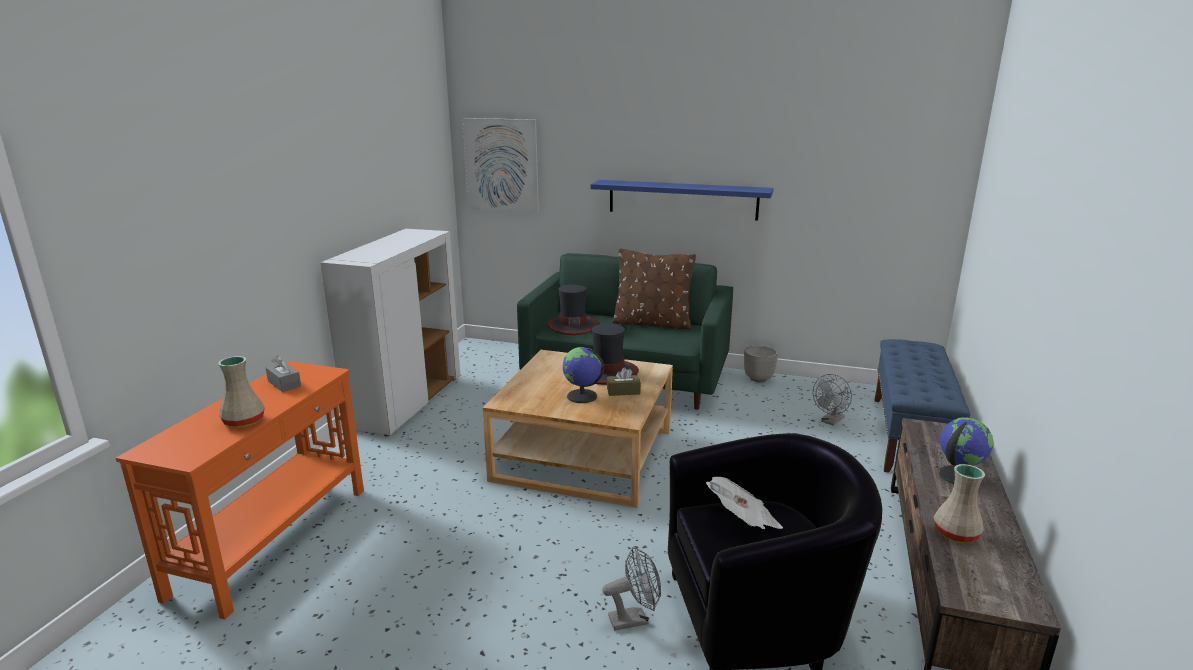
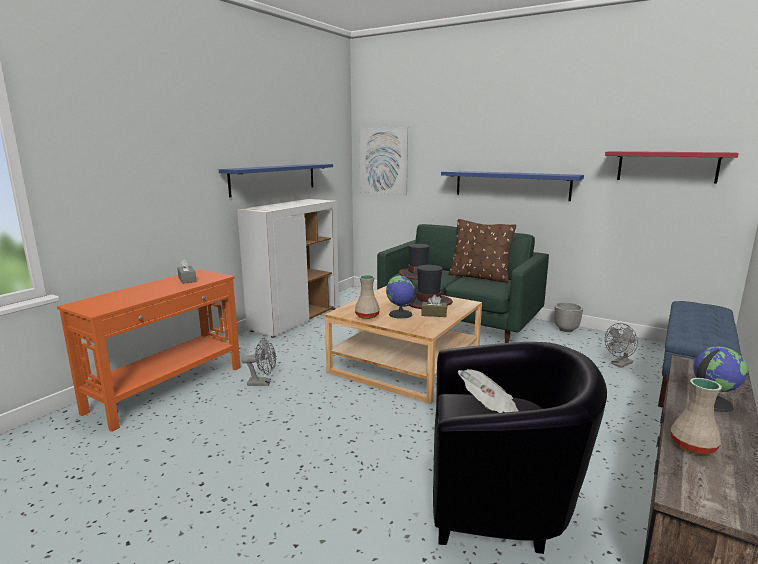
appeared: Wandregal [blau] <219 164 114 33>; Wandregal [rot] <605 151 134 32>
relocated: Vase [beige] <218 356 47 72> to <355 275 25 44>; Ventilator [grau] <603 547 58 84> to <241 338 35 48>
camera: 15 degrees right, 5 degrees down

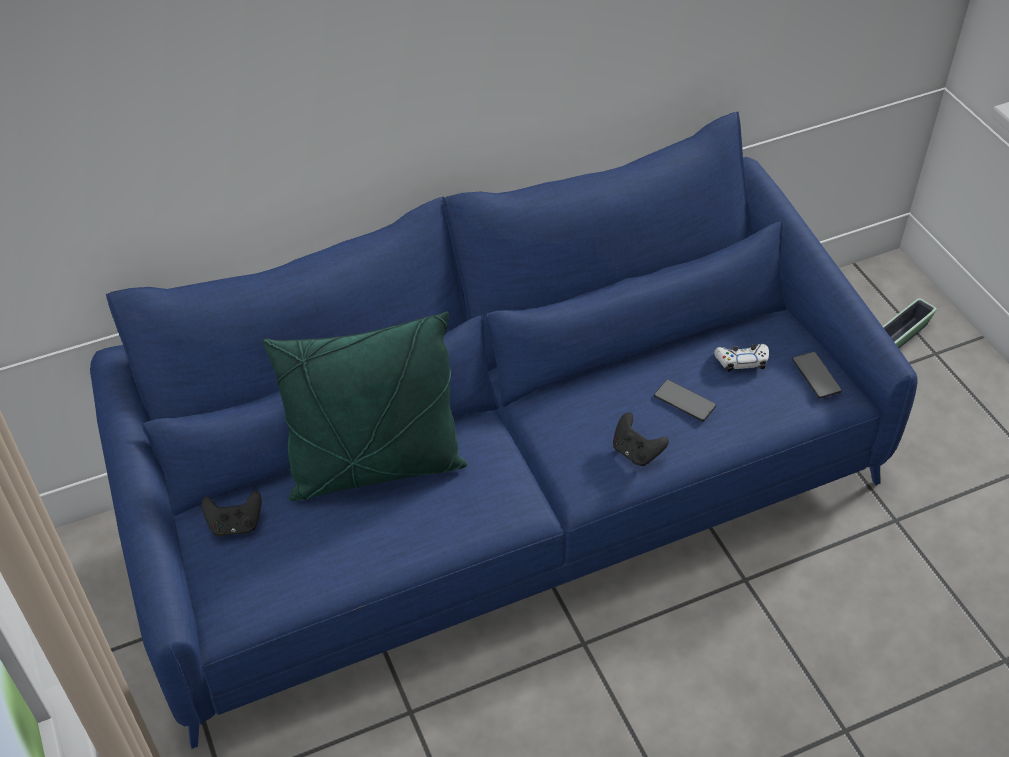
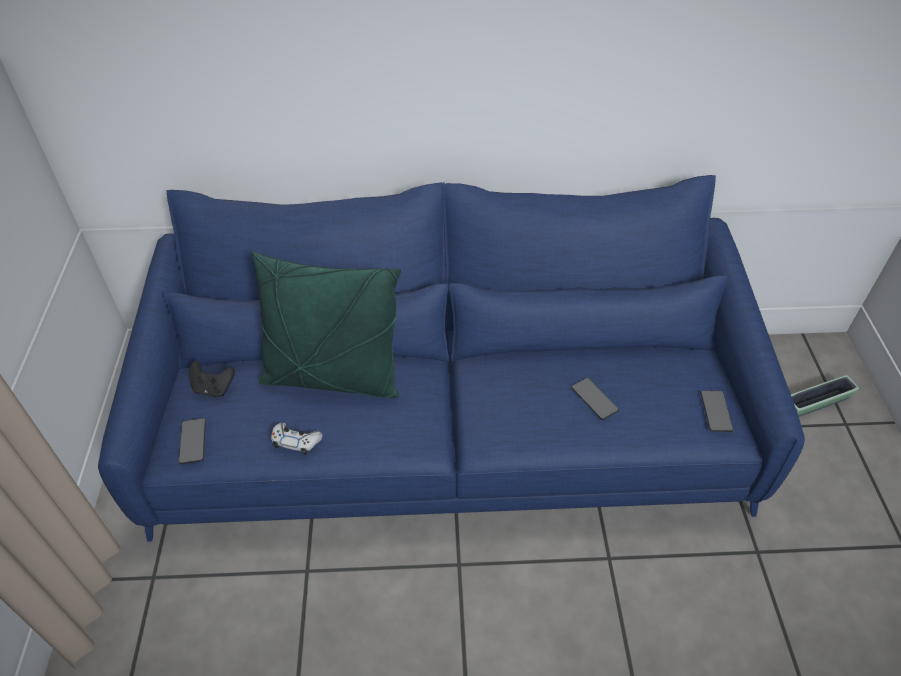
missing: Gamepad [schwarz] <613 412 56 54>
appeared: Handy <179 418 27 46>
relocated: Gamepad [weiß] <714 344 55 28> to <271 423 52 32>
camera: 20 degrees right, 0 degrees up

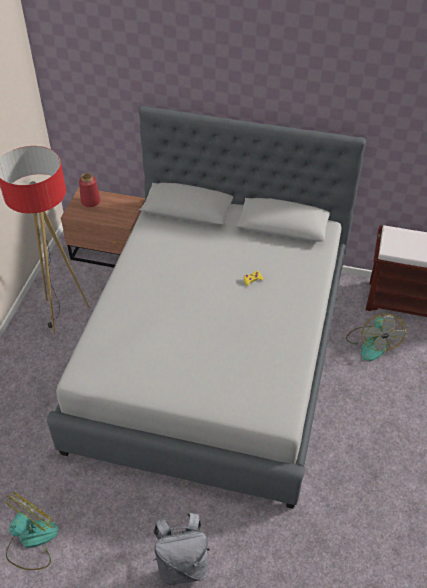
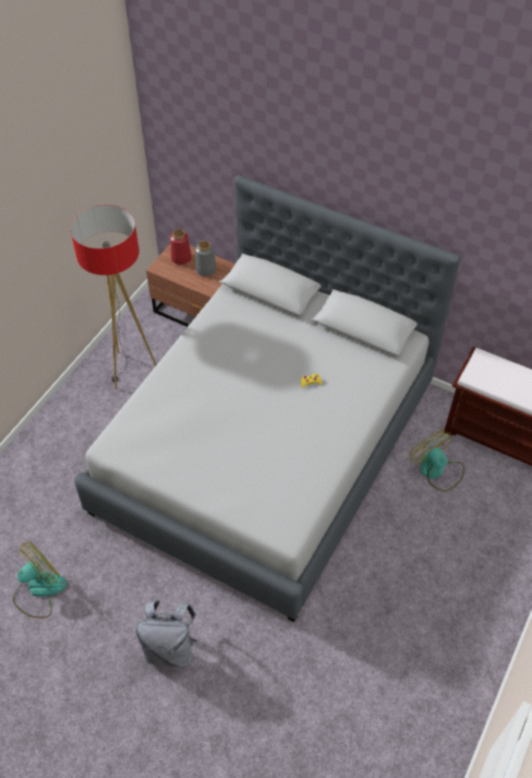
appeared: Vase [grau] <195 241 22 35>
spun: Ventilator <346 314 61 47> = <410 430 54 61> 135 degrees clockwise
camera: 15 degrees right, 5 degrees up

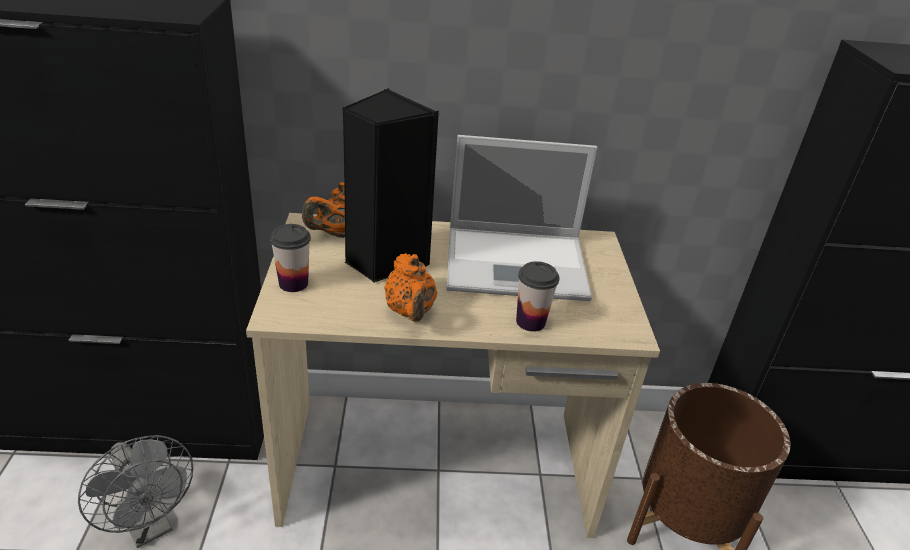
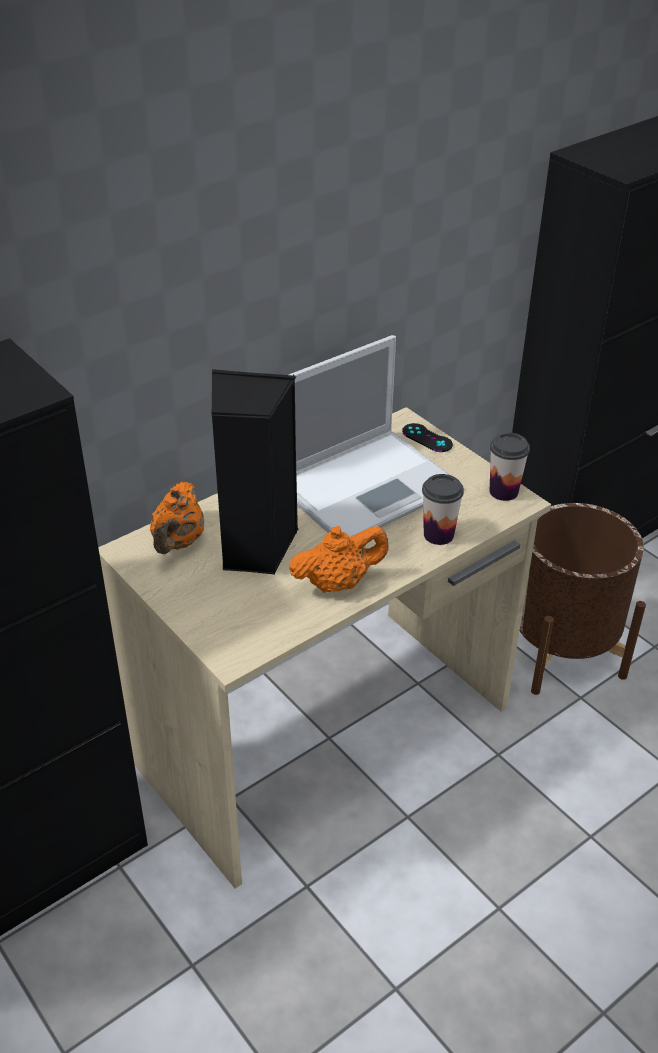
missing: Ventilator [grau] <78 435 115 113>
appeared: Gamepad [schwarz] <402 423 51 29>
relocated: Tasse <270 224 41 68> to <490 433 40 68>
spun: Teekanne [orange] <384 253 53 69> = <289 526 100 67> 60 degrees counterclockwise
camera: 35 degrees left, 5 degrees up

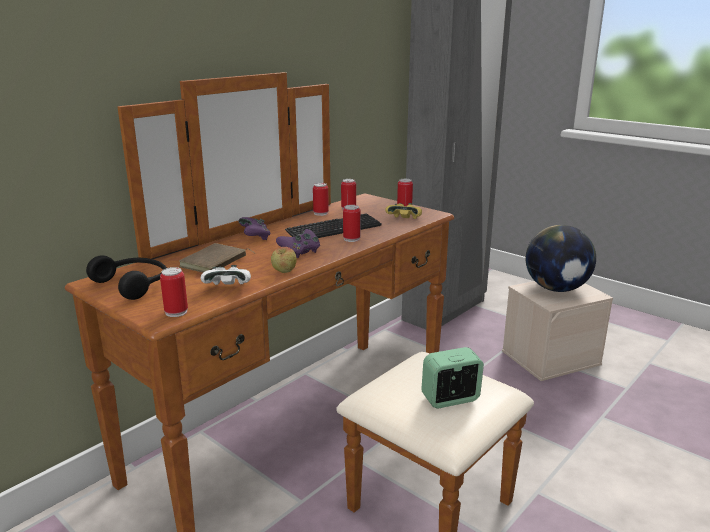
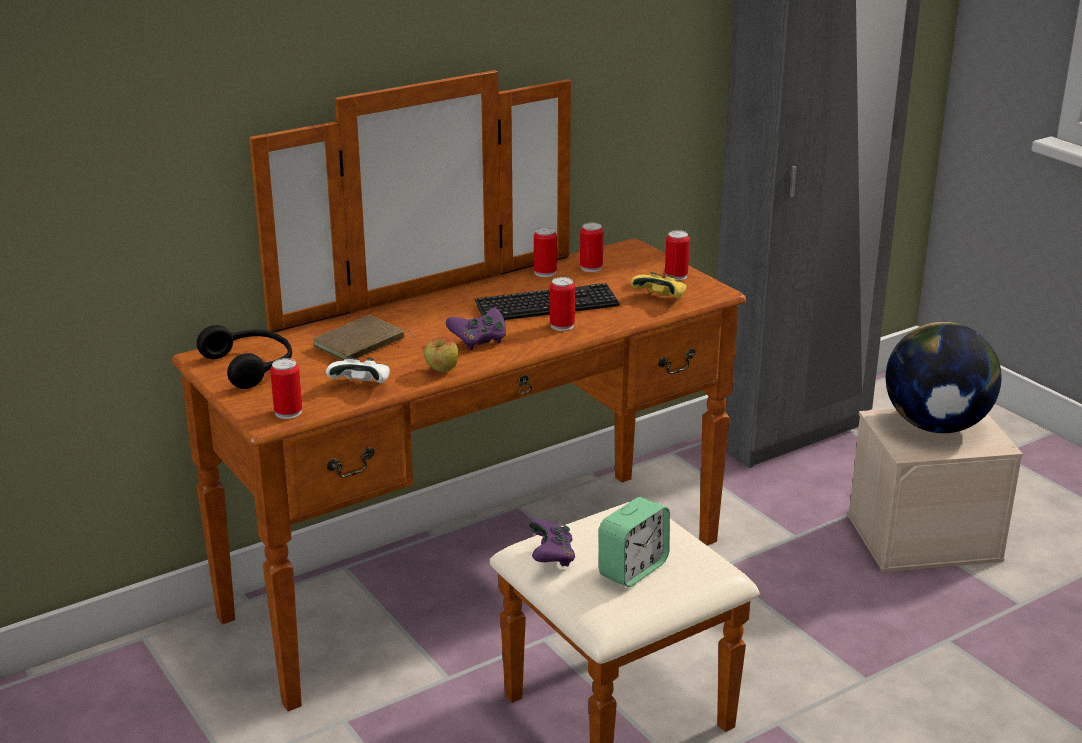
relocated: Gamepad [lila] <238 217 32 23> to <529 519 46 48>
spun: Wecker <421 347 63 61> = <598 497 72 90> 135 degrees clockwise
camera: 15 degrees right, 5 degrees up

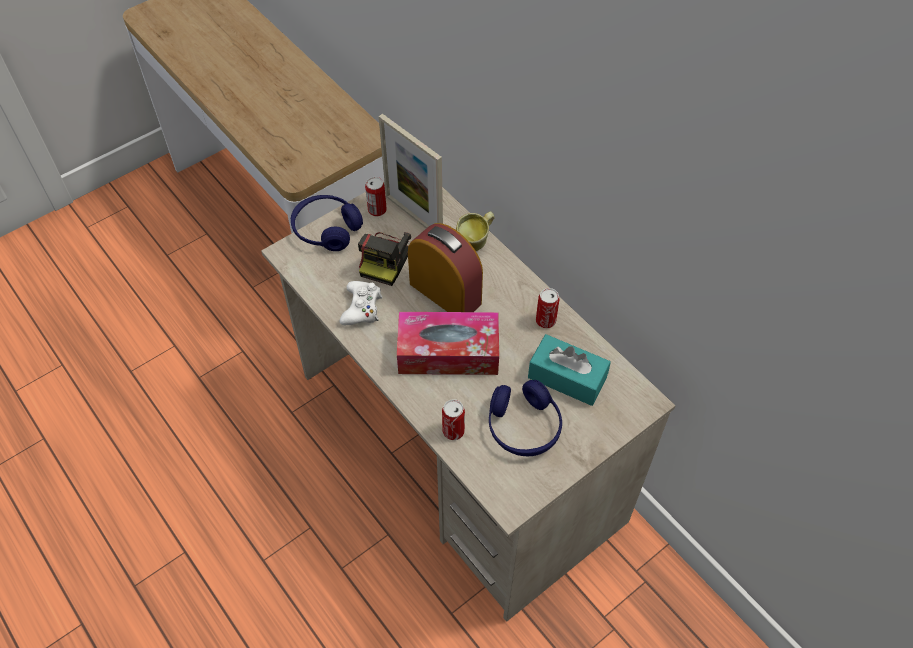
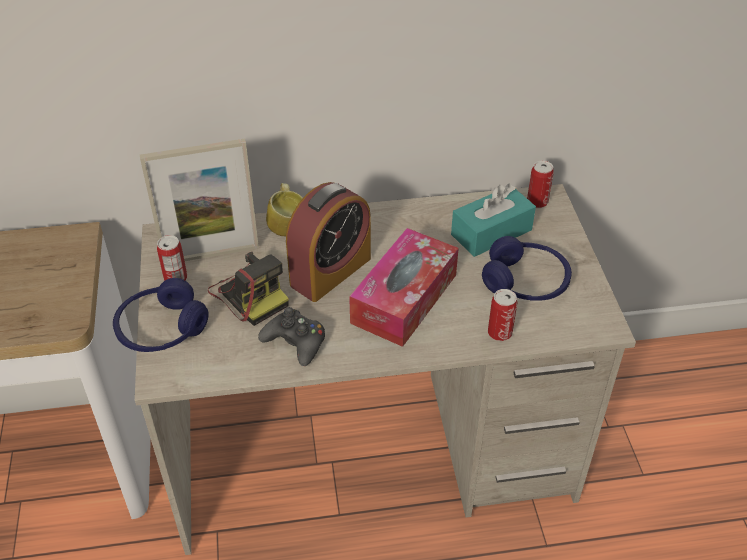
relocated: Dose <536 288 23 40> to <527 160 27 48>
colour: Gamepad [weiß] <340 281 43 44> to Gamepad [schwarz] <258 307 67 59>
spun: Wecker <408 223 75 89> = <286 182 85 120> 150 degrees clockwise
camera: 60 degrees left, 10 degrees down

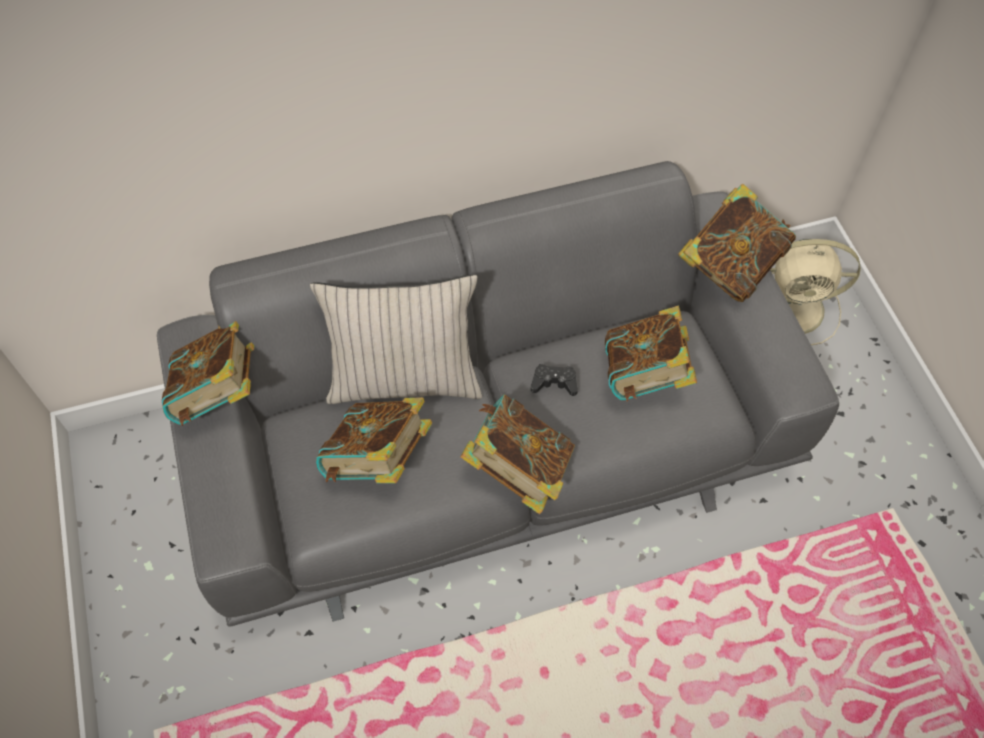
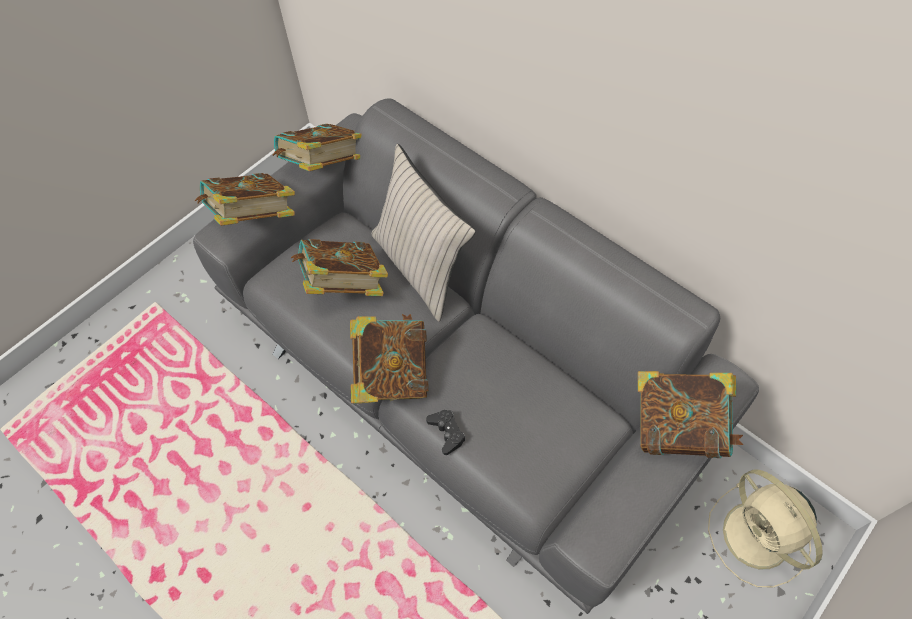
relocated: Gamepad [schwarz] <531 364 47 32> to <426 410 40 45>; Buch <605 306 92 95> to <195 173 100 53>
camera: 60 degrees right, 0 degrees up

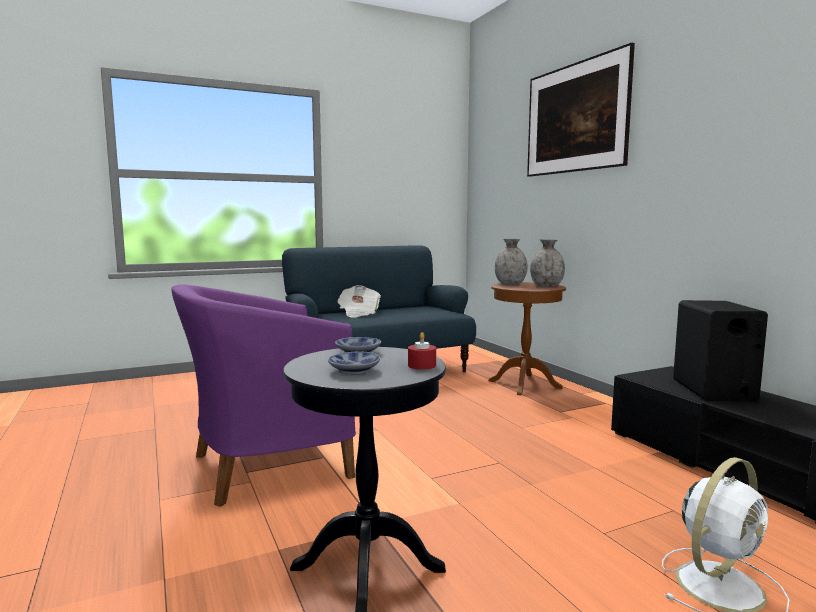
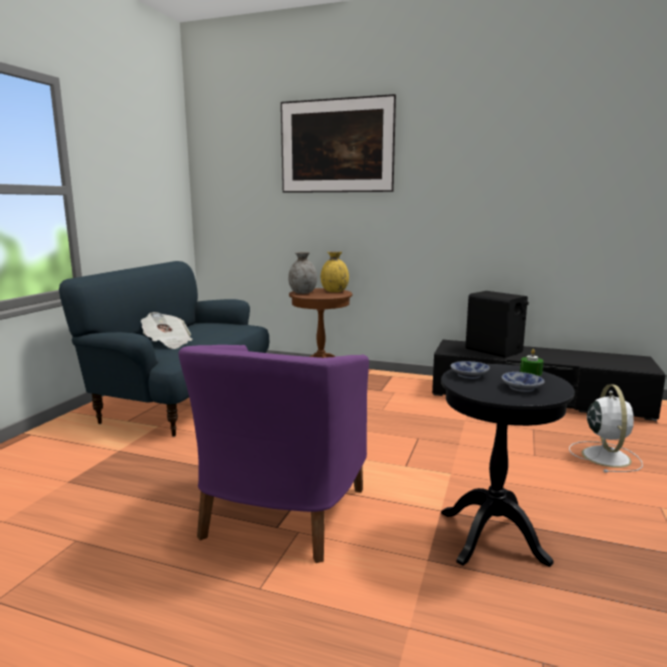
colour: Kerze [rot] <408 332 28 38> to Kerze [grün] <520 349 23 27>; Vase [grau] <530 239 35 48> to Vase [gelb] <321 251 28 41>
camera: 45 degrees left, 5 degrees up

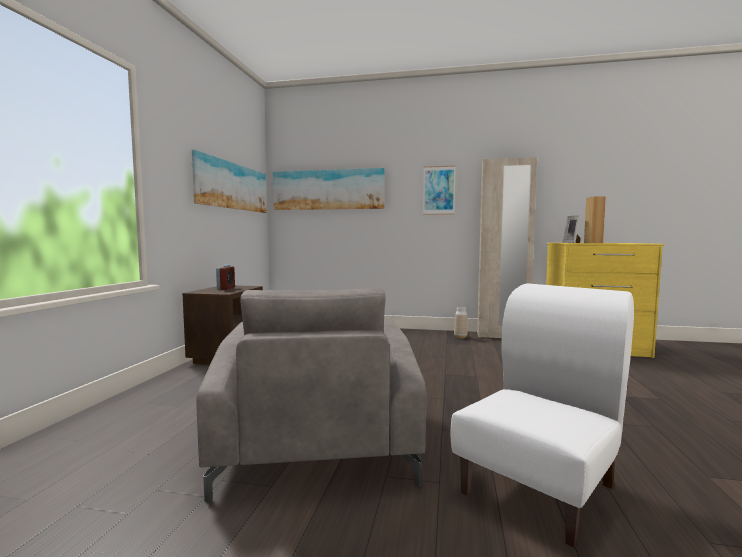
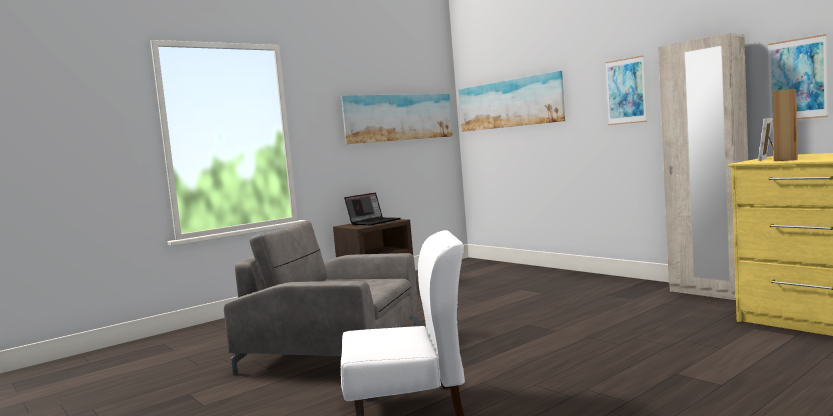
missing: Vase <454 307 14 31>
appeared: Bild <768 34 60 87>
exchanged: Wecker <216 265 19 25> to Laptop <344 193 56 32>
spun: Sessel [grau] <196 288 230 214> = <224 221 195 155> 75 degrees clockwise
camera: 40 degrees right, 0 degrees up

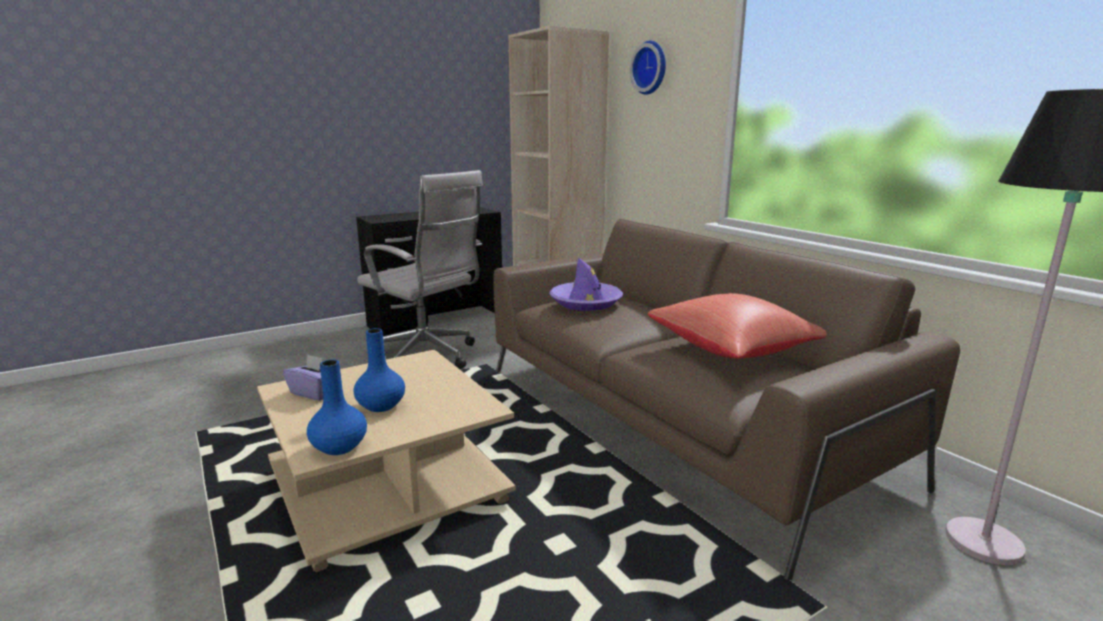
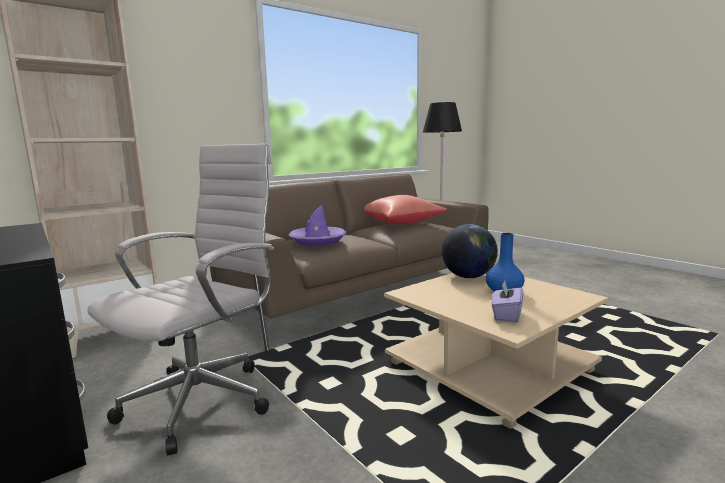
missing: Vase [blau] <307 359 60 96>; Wanduhr <630 41 36 54>
appeared: Globus <442 224 56 54>
camera: 95 degrees left, 5 degrees down

